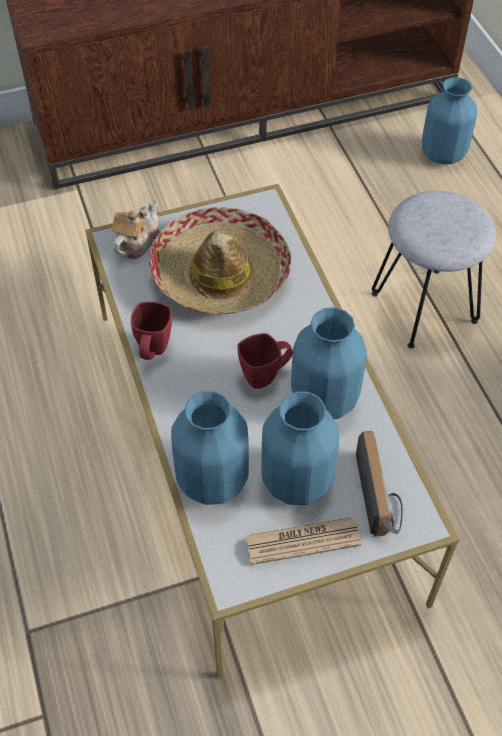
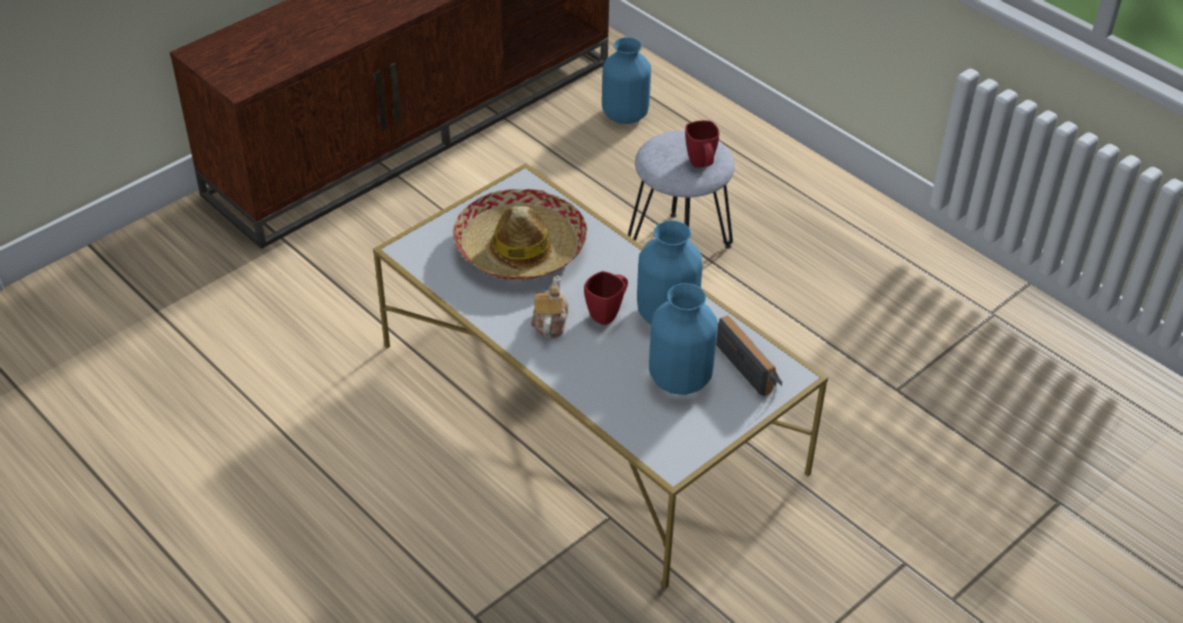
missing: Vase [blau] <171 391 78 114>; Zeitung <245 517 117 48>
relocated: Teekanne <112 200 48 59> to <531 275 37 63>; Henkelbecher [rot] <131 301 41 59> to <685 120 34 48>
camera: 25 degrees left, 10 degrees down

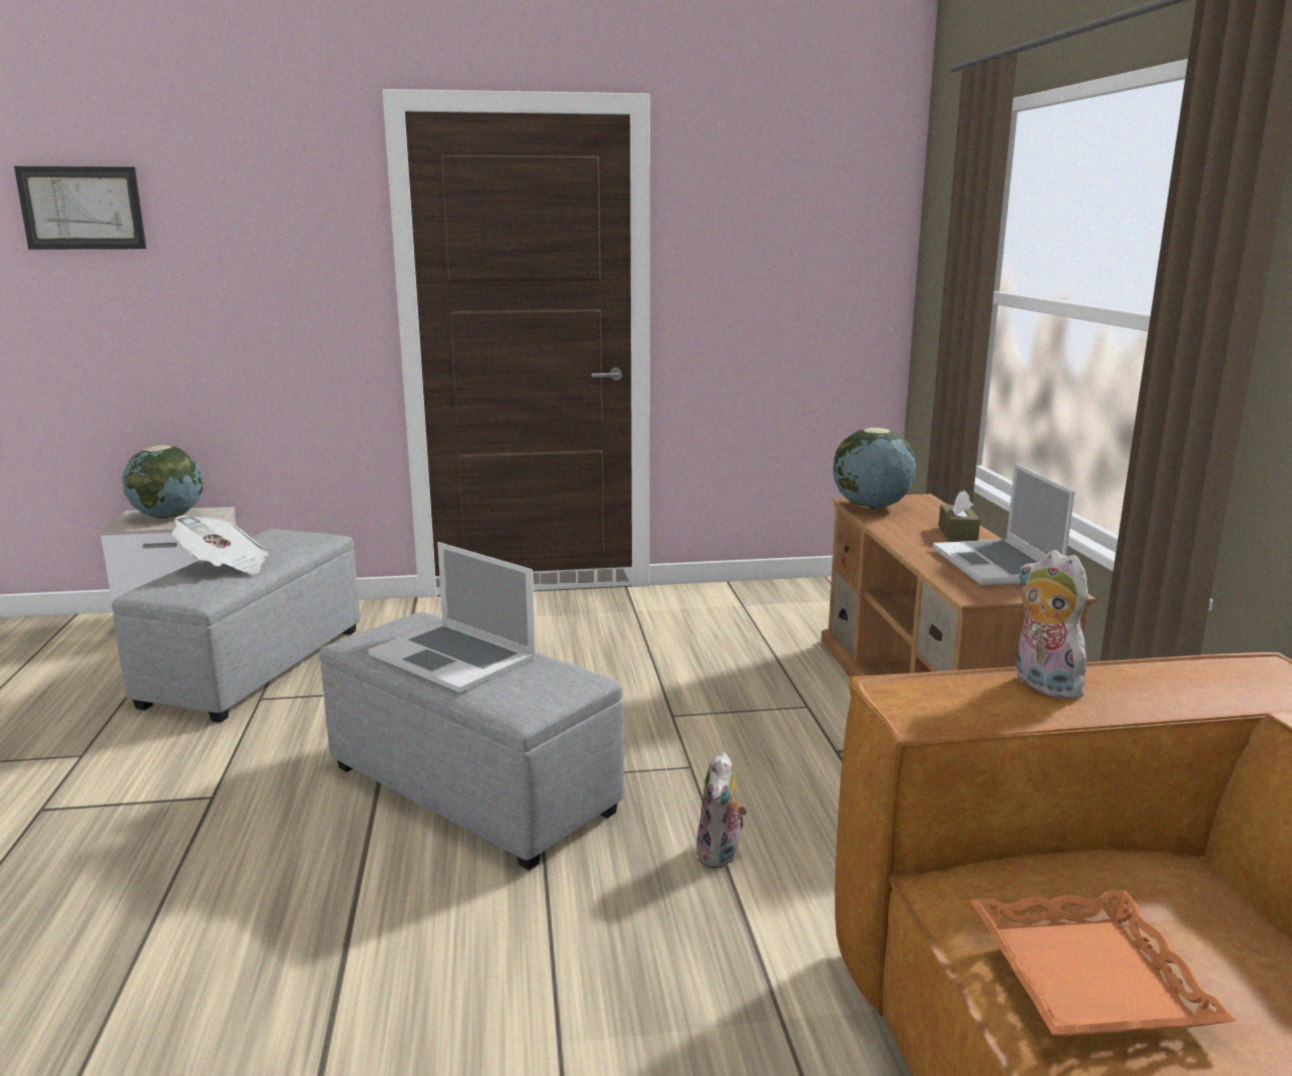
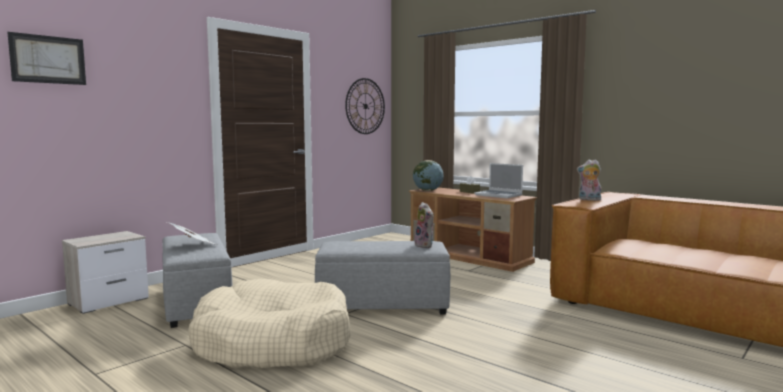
missing: Globus <122 445 81 74>; Laptop <368 542 168 151>; Tablett [orange] <970 891 266 145>
appeared: Hundebett [beige] <188 279 163 89>; Wanduhr <345 78 40 56>
relocated: Plüschtier <696 751 52 118> to <414 202 20 46>
camera: 40 degrees left, 10 degrees down

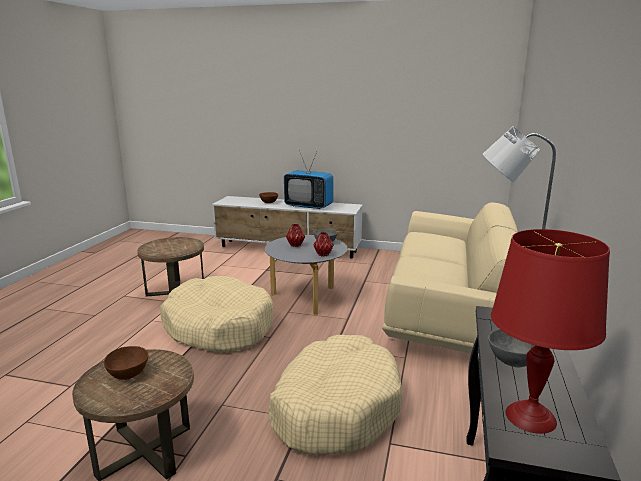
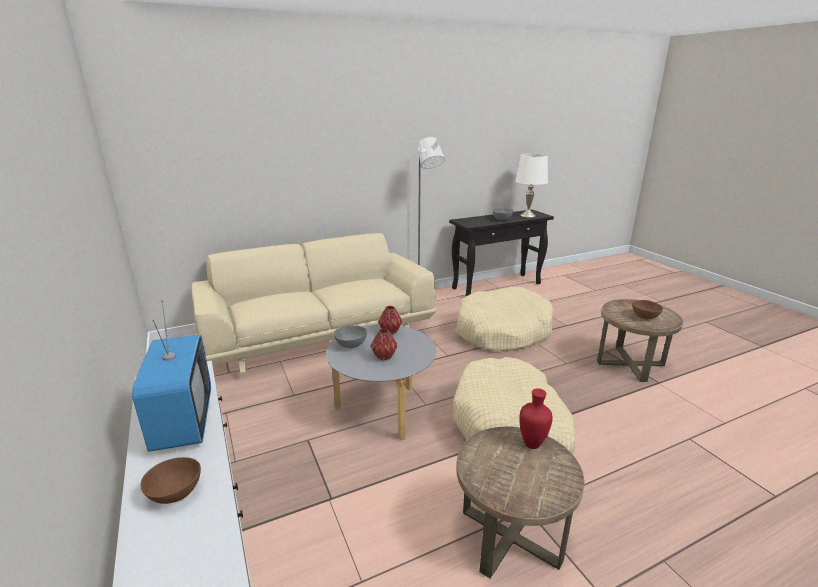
appeared: Vase [rot] <519 388 34 61>
colour: Tischlampe [rot] <491 229 119 205> to Tischlampe [weiß] <515 153 33 64>
camera: 130 degrees left, 5 degrees up

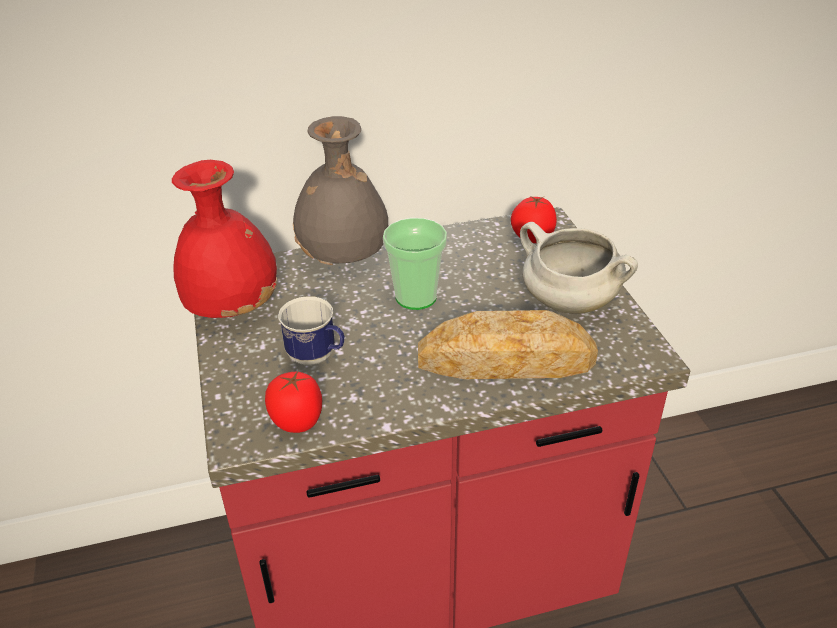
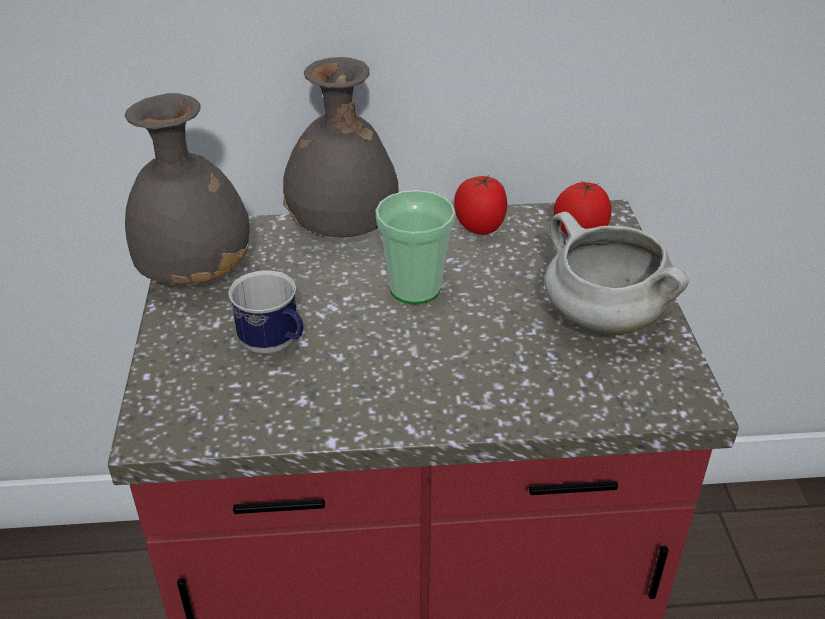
missing: Brot <418 310 180 69>
relocated: Tomate <265 370 57 63> to <454 175 53 59>
colour: Vase [rot] <172 160 105 158> to Vase [grau] <125 93 125 191>
camera: 10 degrees right, 0 degrees up

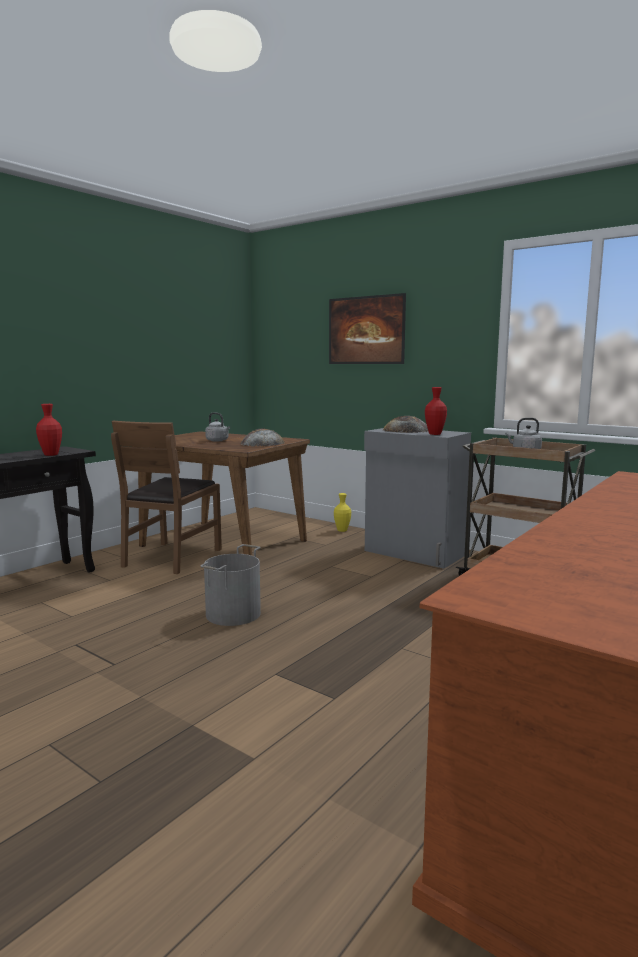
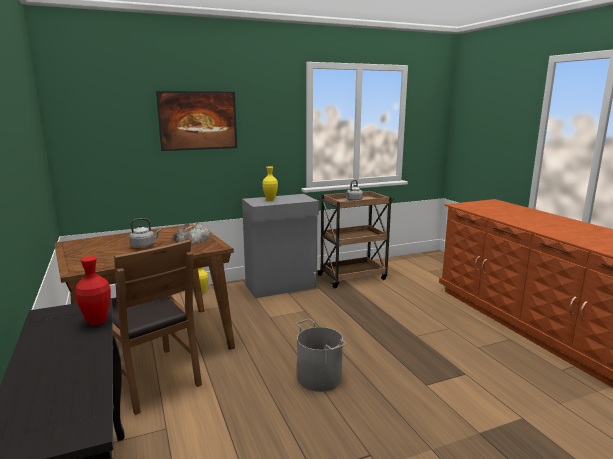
missing: Vase [rot] <425 387 22 48>
exchanged: Brot <383 416 45 17> to Vase [gelb] <262 166 16 35>
camera: 60 degrees left, 5 degrees up

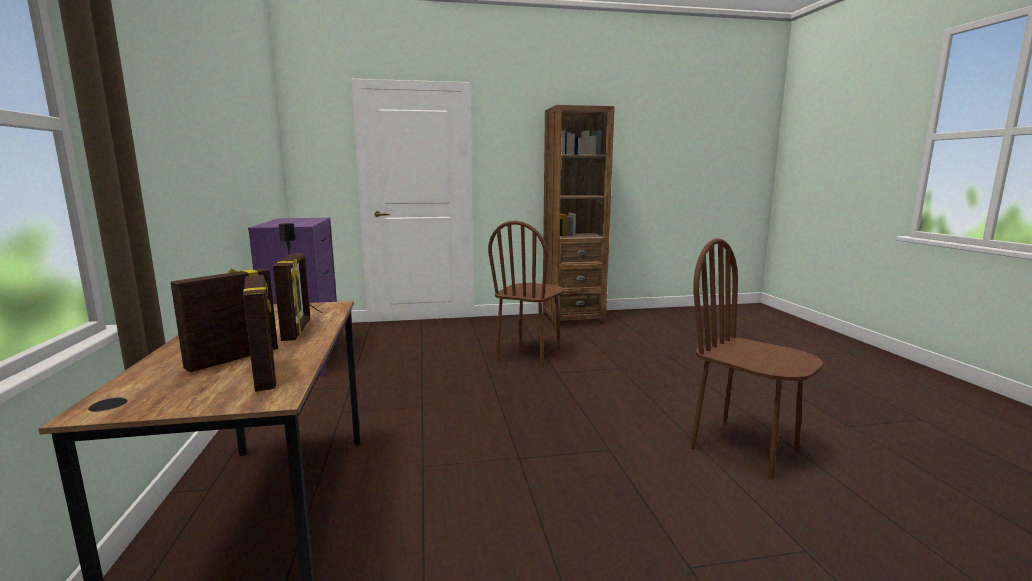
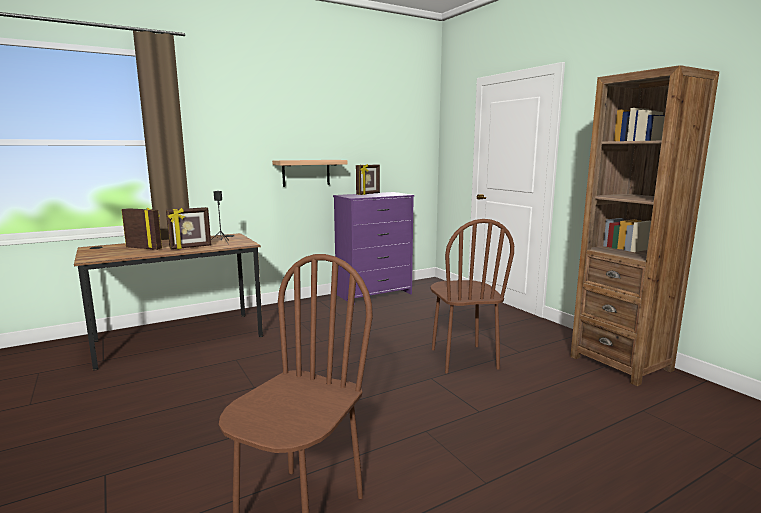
appeared: Wandregal <272 160 76 27>
relocated: Bilderrahmen <243 275 34 117> to <356 164 24 31>
spun: Stuhl [braun] <488 221 76 147> = <430 219 84 154> 105 degrees counterclockwise
camera: 70 degrees right, 0 degrees up

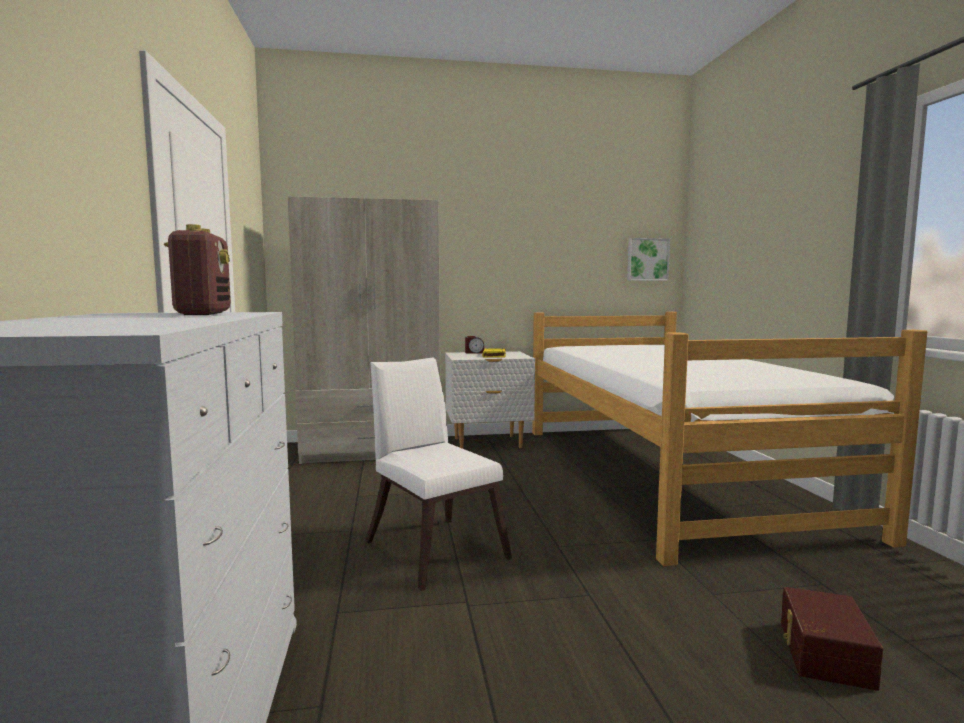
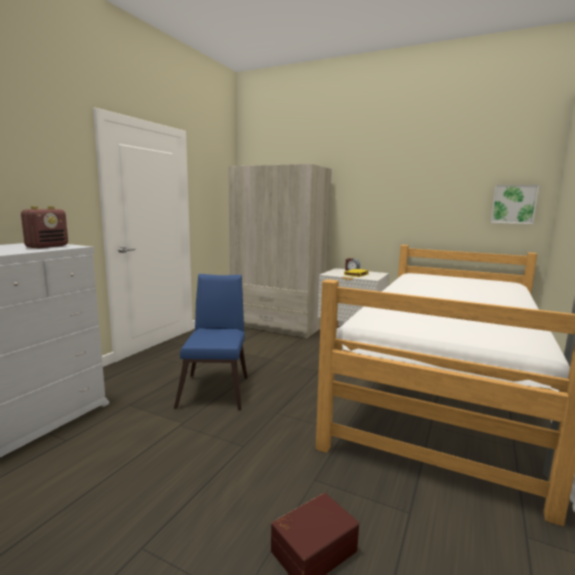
colour: Stuhl [weiß] <366 358 146 233> to Stuhl [blau] <174 274 74 136>
camera: 35 degrees right, 5 degrees up

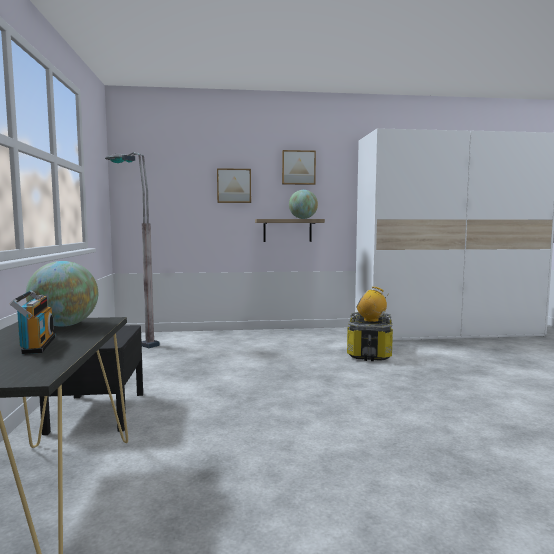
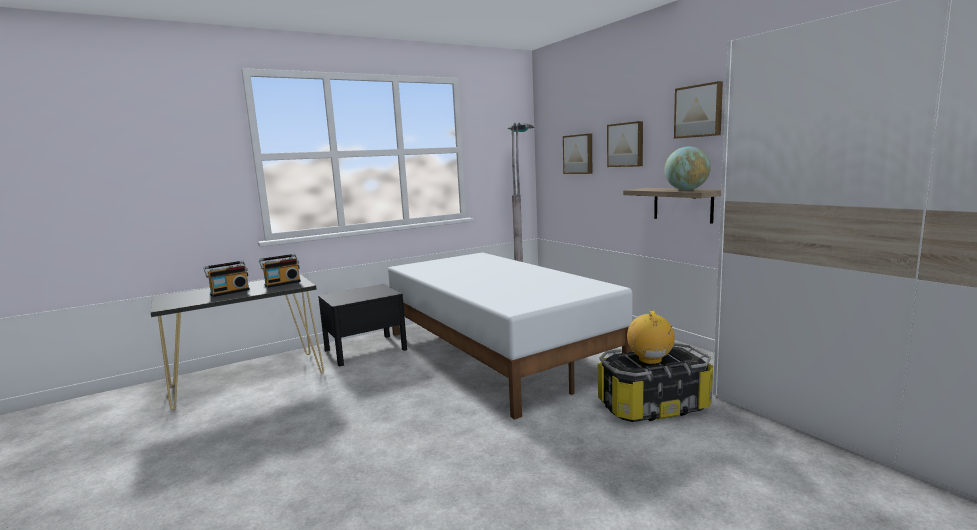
appeared: Bett [weiß] <388 252 245 168>; Bild <563 134 29 40>
exchanged: Globus <26 261 72 66> to Radio <259 254 42 34>
camera: 65 degrees right, 5 degrees up

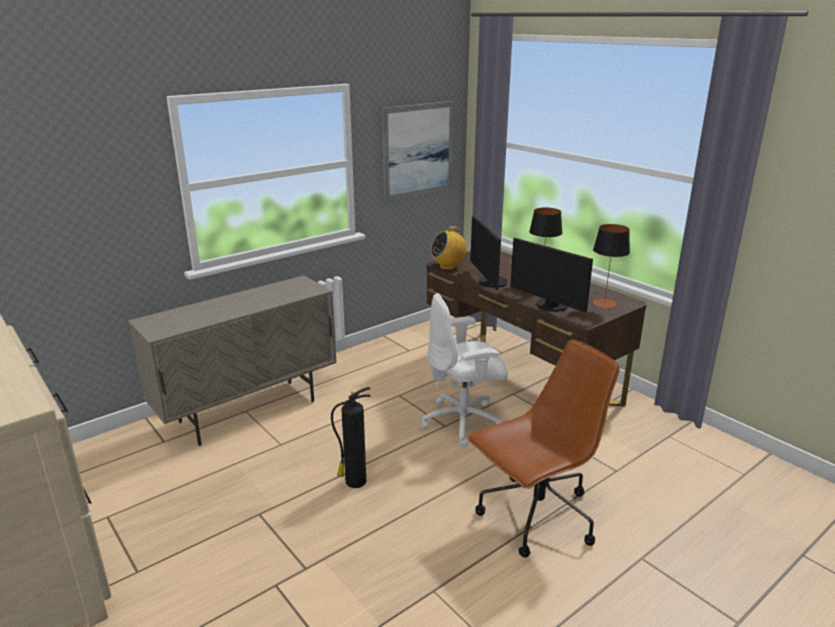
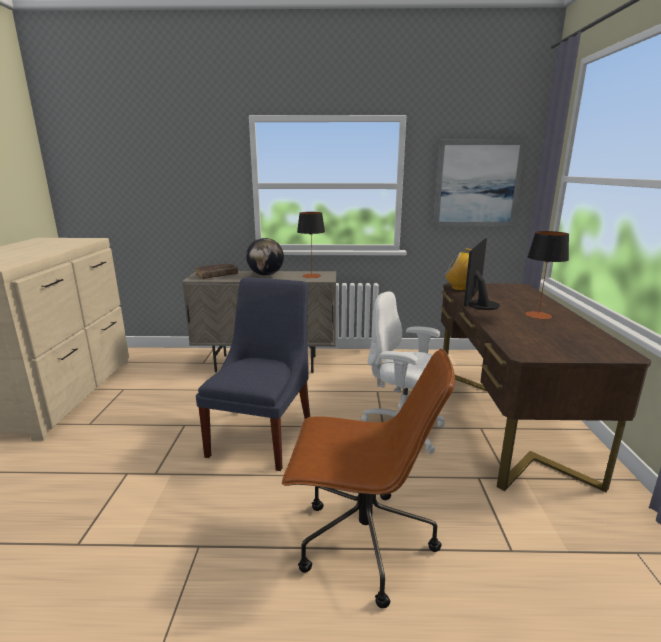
missing: Monitor <510 238 83 75>
appeared: Buch [braun] <195 263 43 16>; Globus <246 238 38 38>
relocated: Tischlampe <593 224 37 84> to <297 212 28 66>
exchanged: Feuerlöscher <331 387 40 101> to Stuhl [blau] <196 277 114 194>
camera: 40 degrees right, 5 degrees down

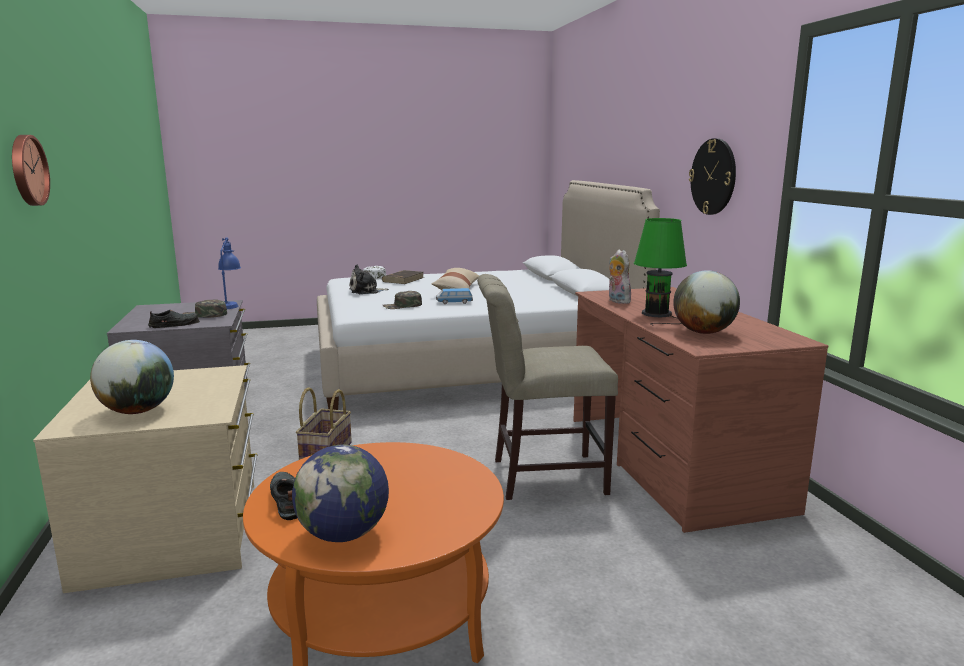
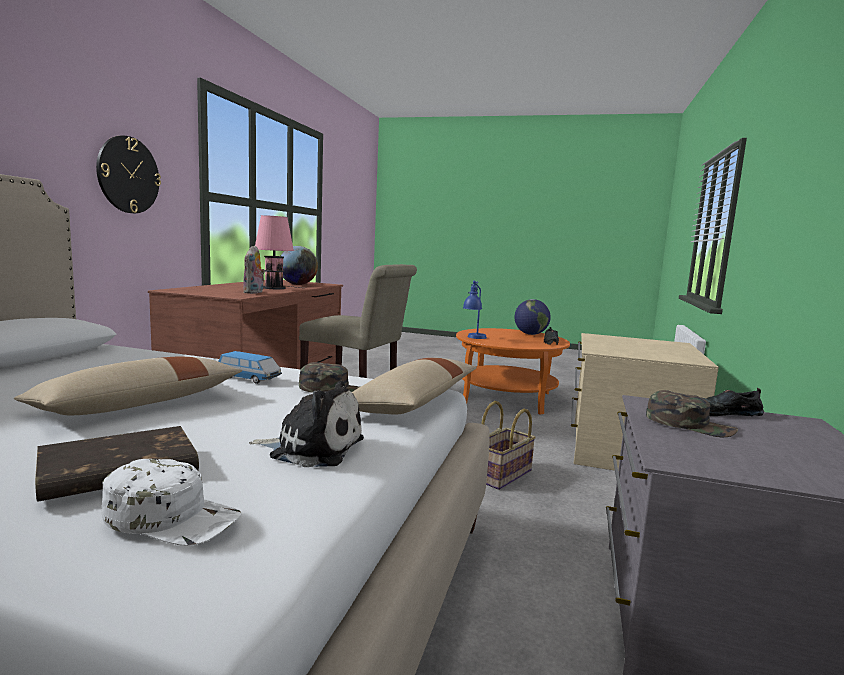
missing: Wanduhr <12 135 38 71>; Globus <90 340 84 74>
appeared: Kissen [beige] <352 358 125 56>
relocated: Tischlampe [blau] <218 238 23 71> to <463 281 24 58>
colour: Tischlampe [grün] <634 218 53 108> to Tischlampe [rosa] <255 215 45 74>
camera: 150 degrees left, 5 degrees down

